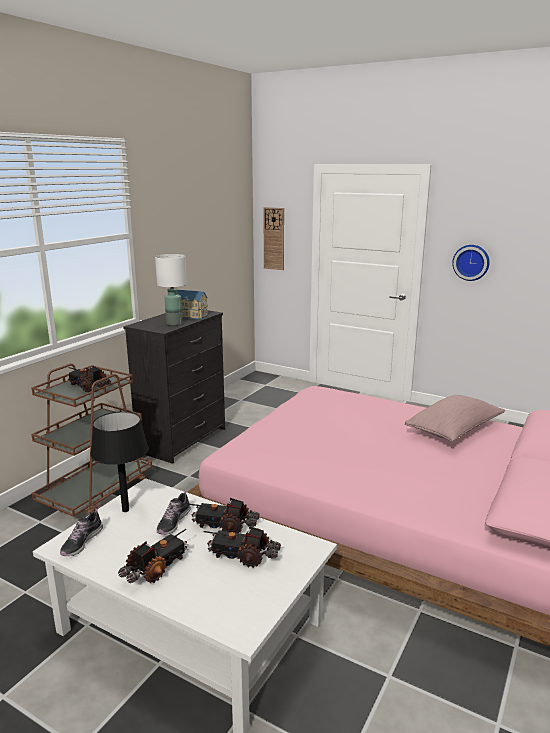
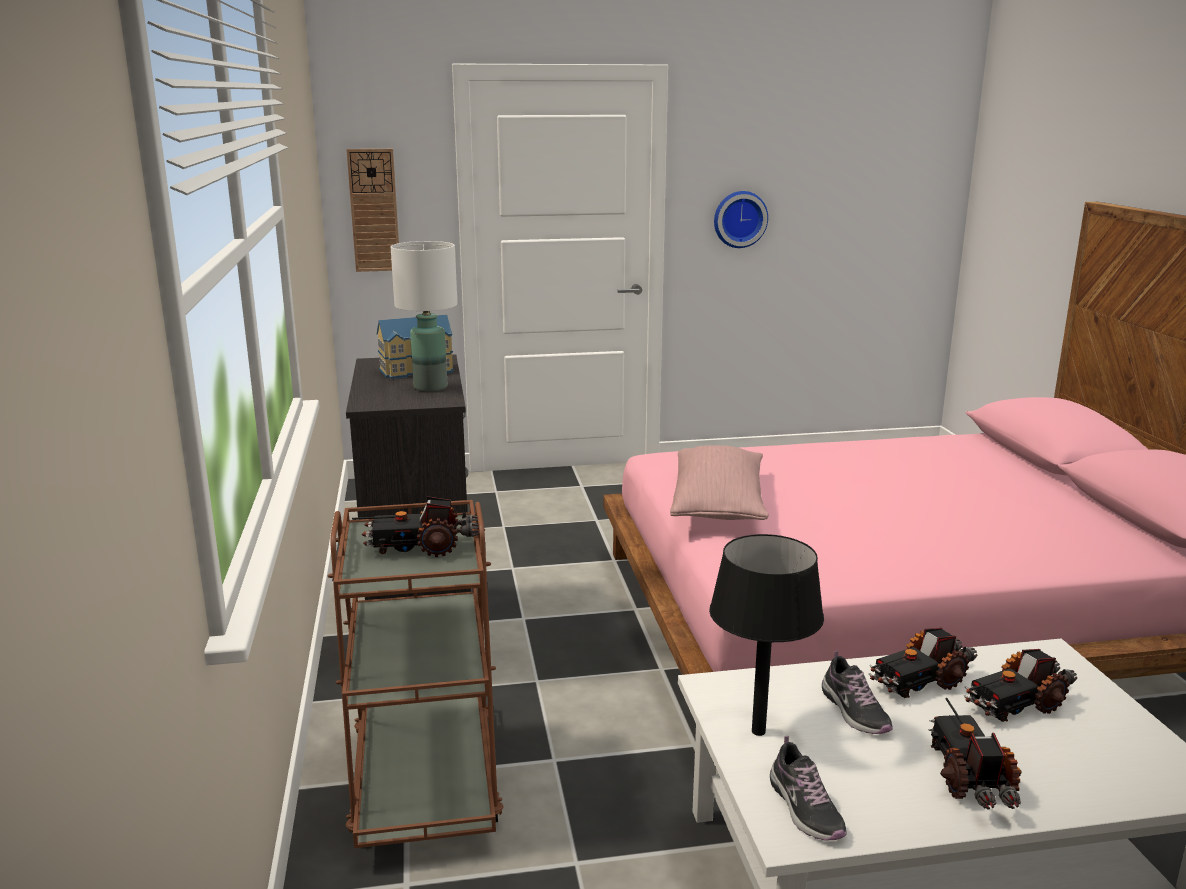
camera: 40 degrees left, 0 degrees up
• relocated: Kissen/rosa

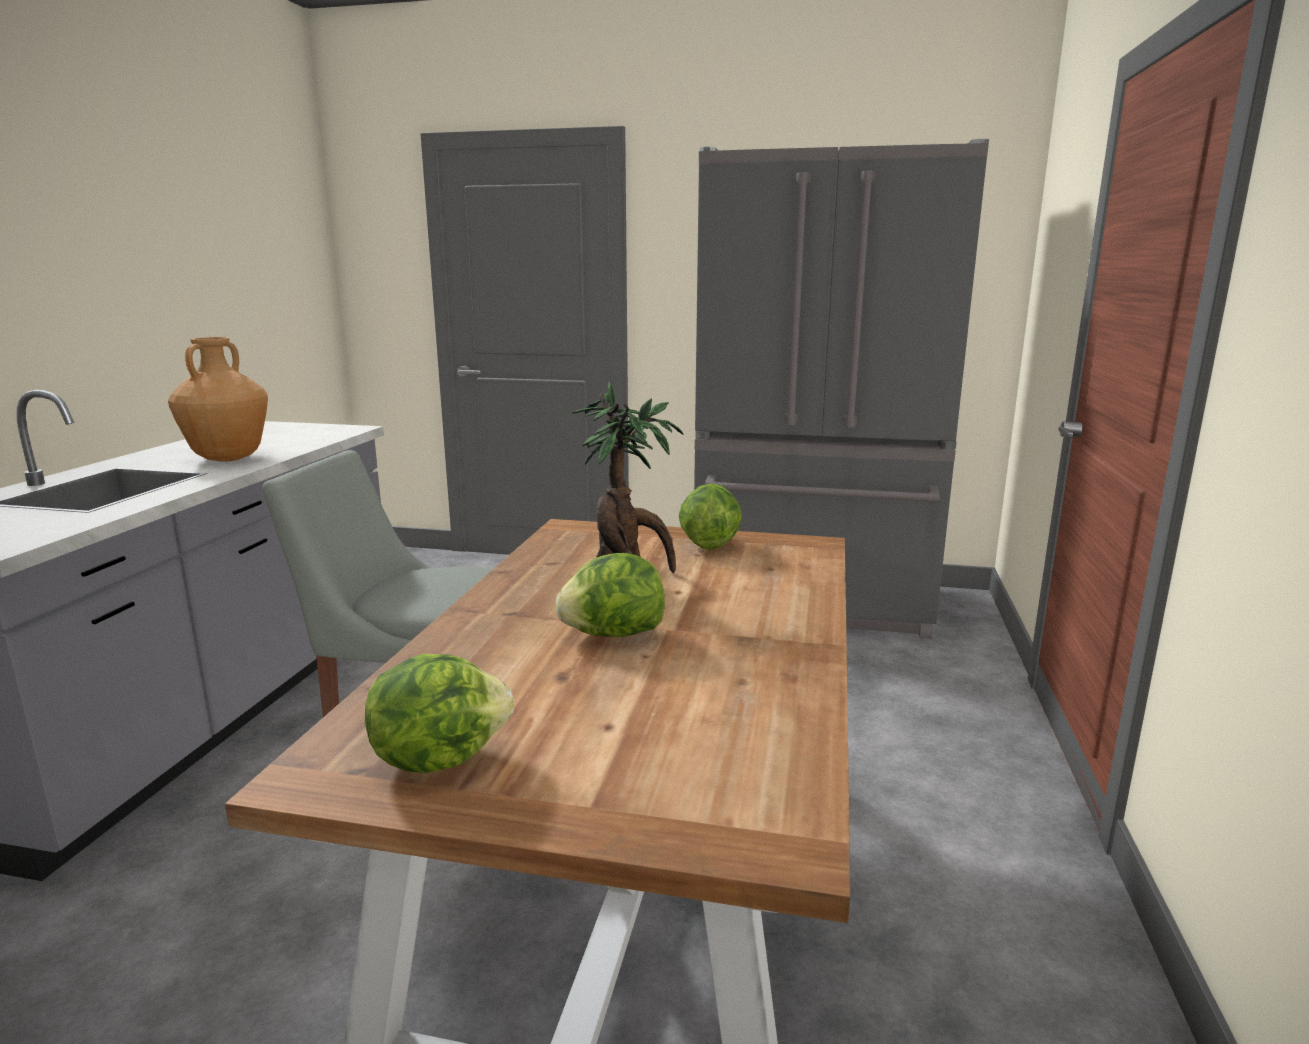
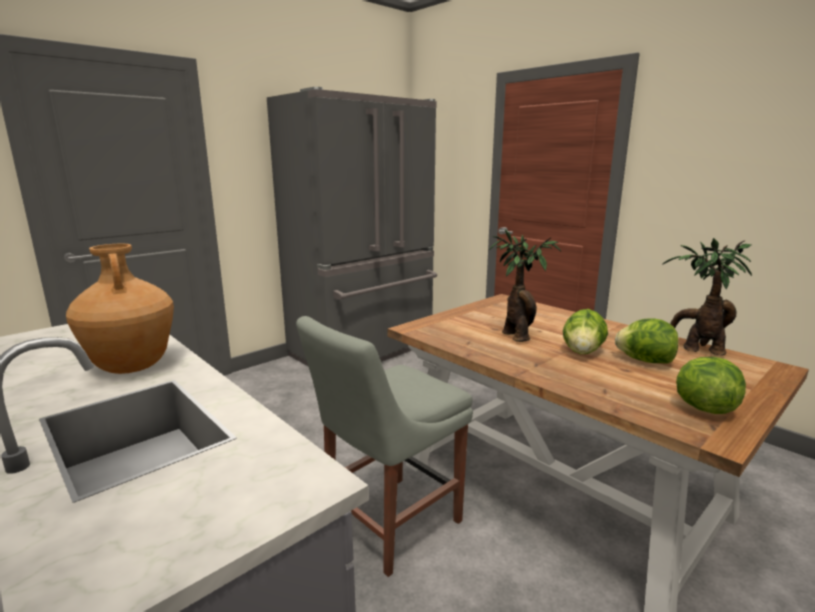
camera: 55 degrees left, 0 degrees up
• relocated: Salatkopf (no. 3 from left in the first image) to Salatkopf (no. 2 from left)
• appeared: Topfpflanze (no. 2 from left)

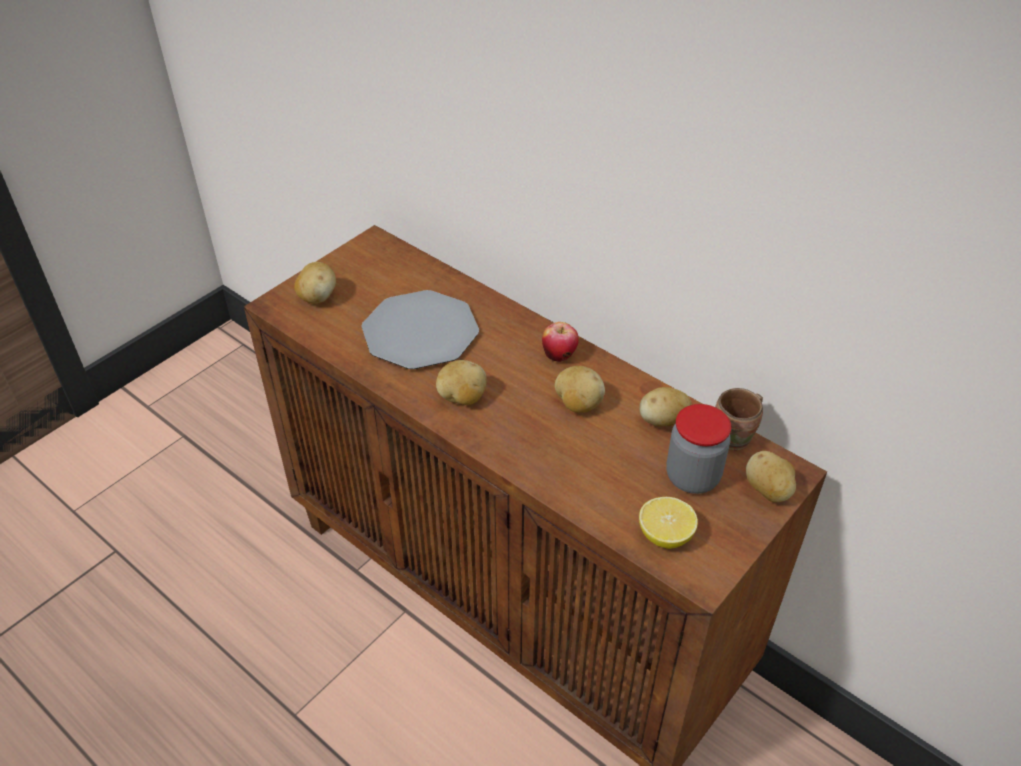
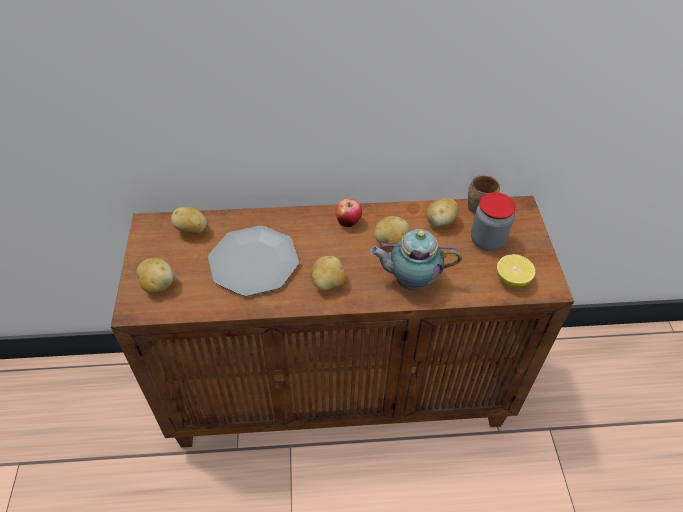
camera: 45 degrees left, 5 degrees up
• relocated: Kartoffel (no. 5 from left in the first image) to Kartoffel (no. 2 from left)
• appeared: Teekanne

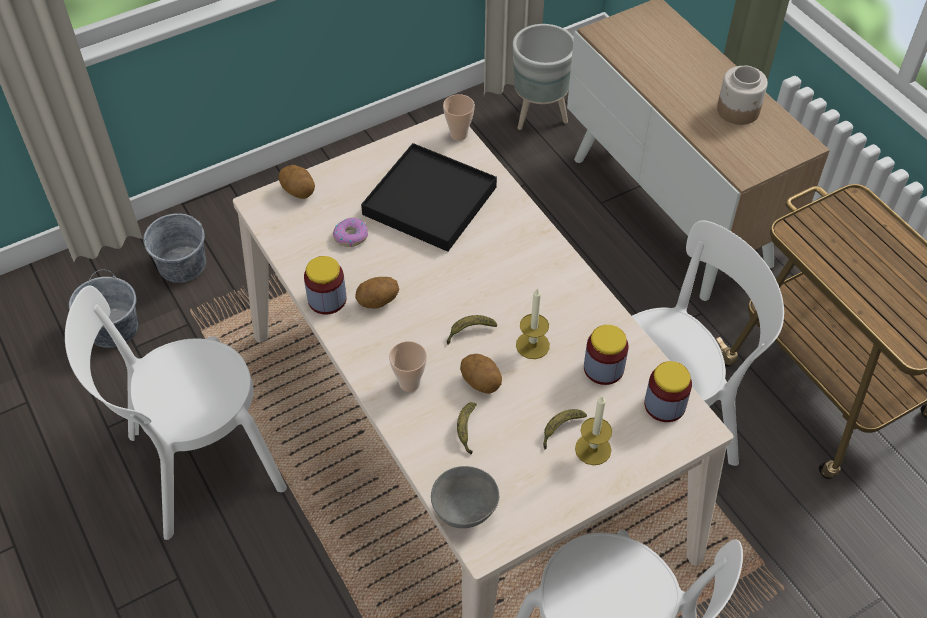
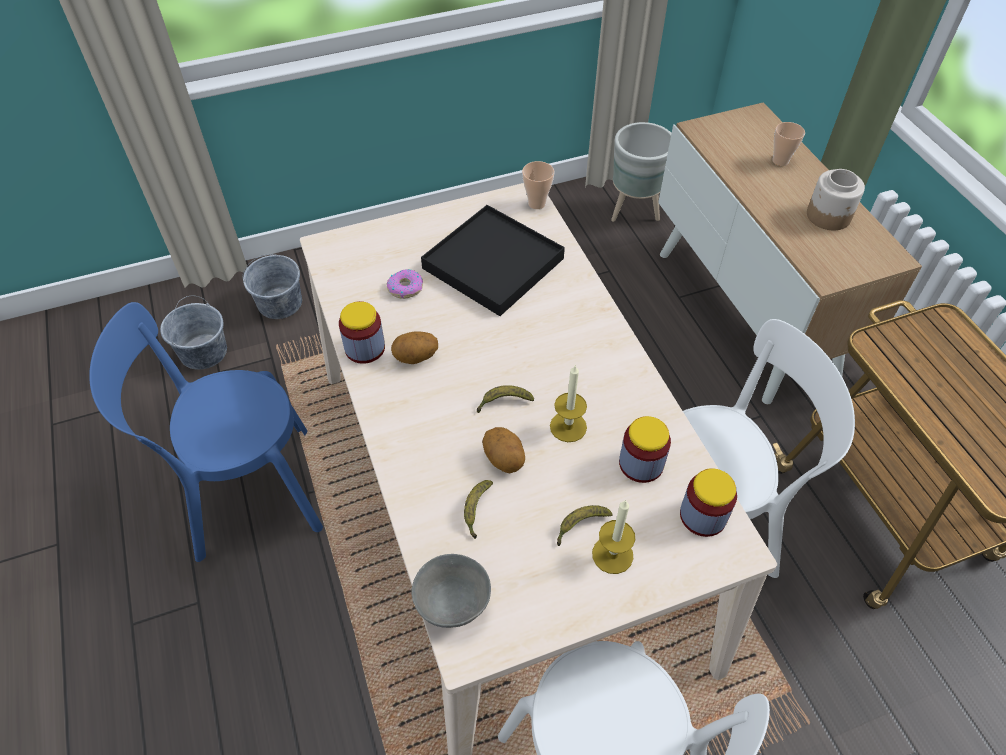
camera: 10 degrees right, 0 degrees up
• colour: Stuhl/weiß (no. 1 from left) to Stuhl/blau
• relocated: Tasse (no. 1 from left in the first image) to Tasse (no. 2 from left)
• missing: Kartoffel (no. 1 from left)

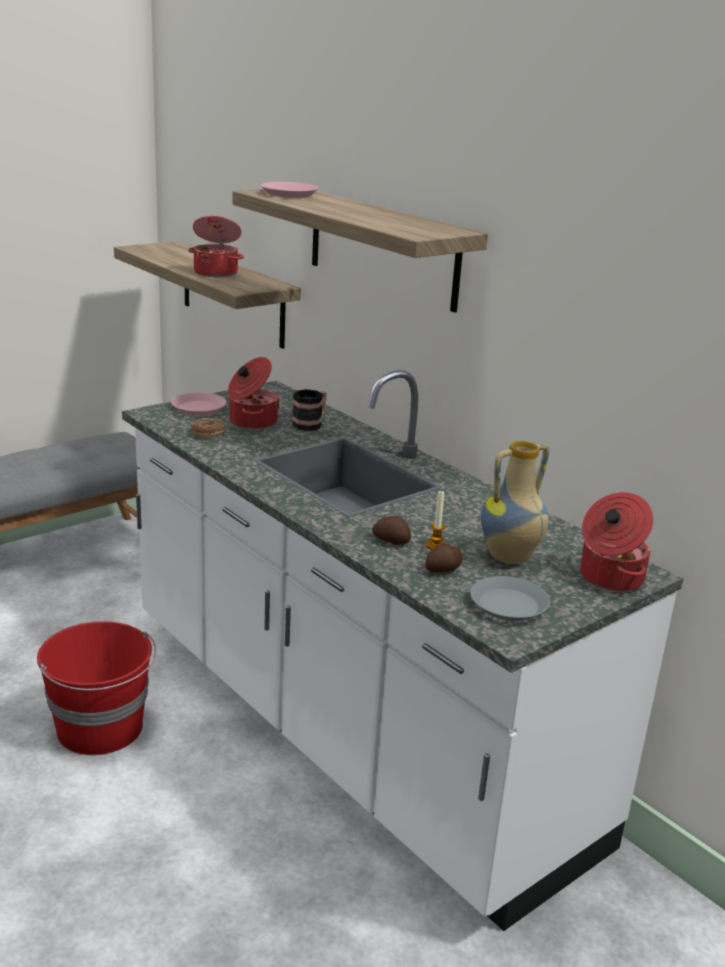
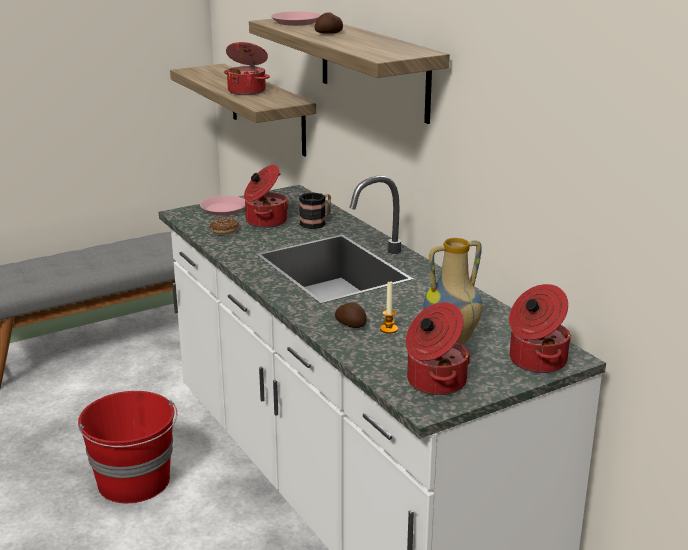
camera: 10 degrees right, 0 degrees up
• relocated: Kartoffel (no. 2 from left in the first image) to Kartoffel (no. 1 from left)
• exchanged: Teller/grau to Kochtopf (no. 3 from left)

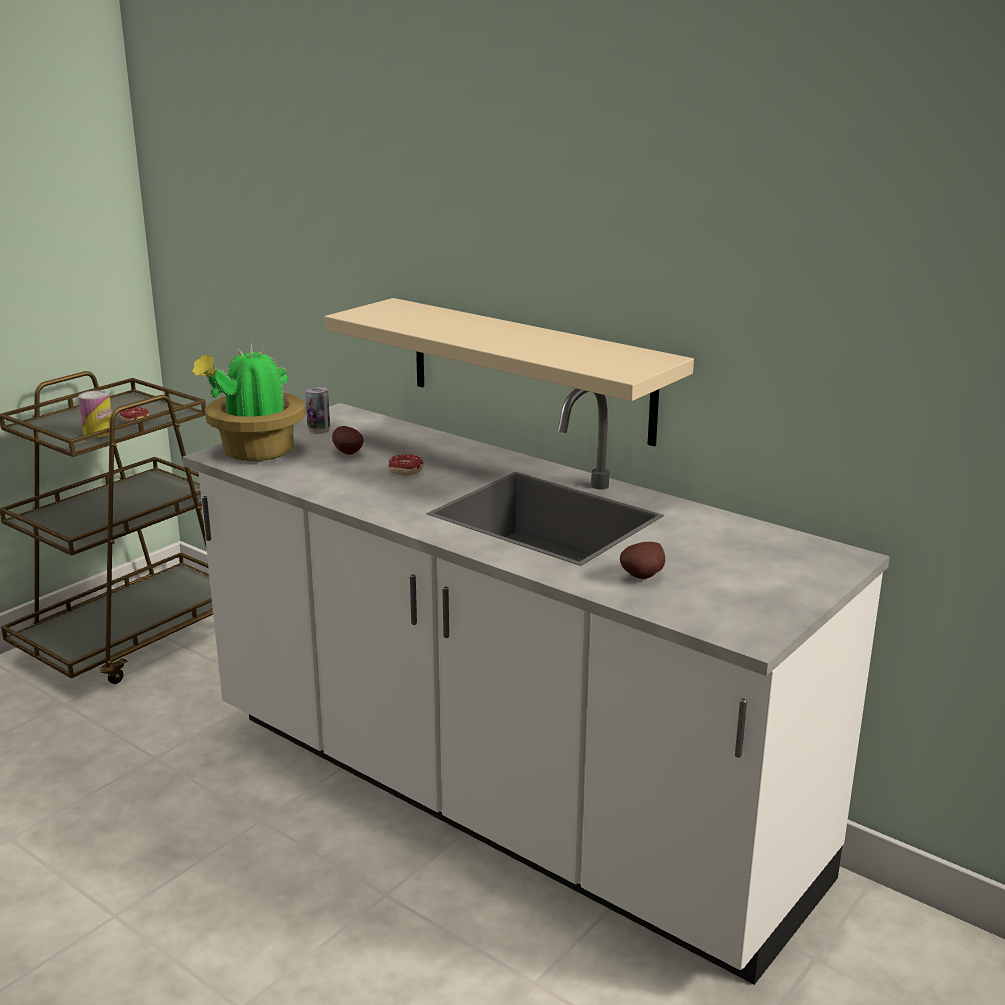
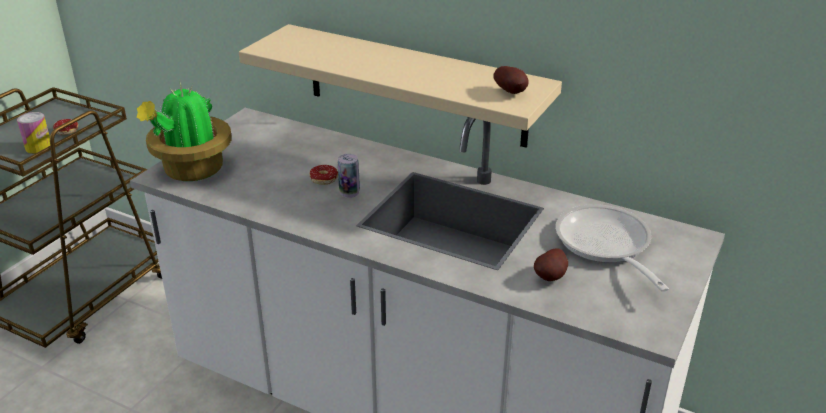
camera: 10 degrees left, 10 degrees up
• relocated: Dose (no. 2 from left)
• relocated: Kartoffel (no. 1 from left)
• appeared: Pfanne

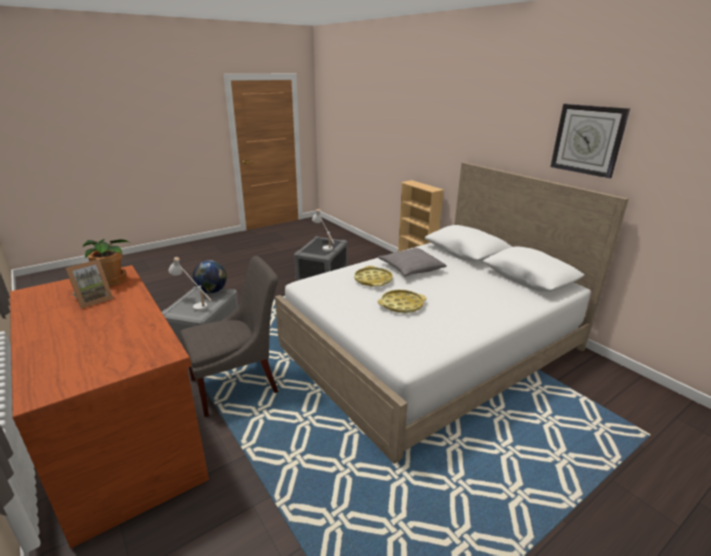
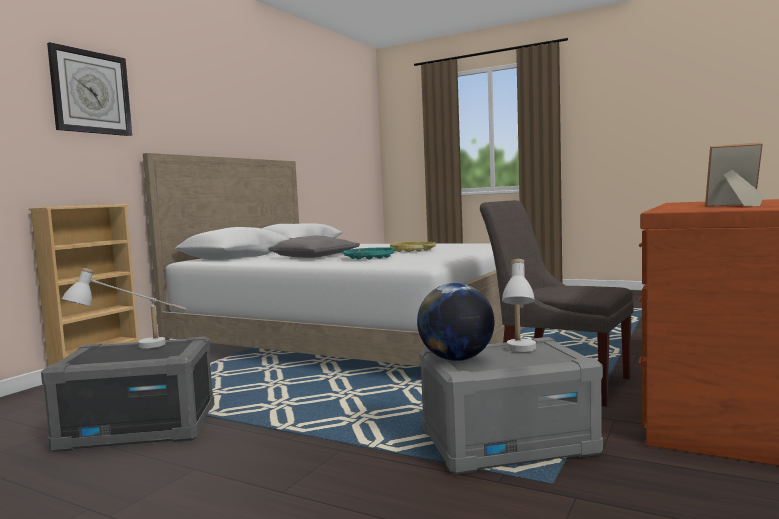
camera: 115 degrees left, 20 degrees down
• relocated: Wanduhr
• colour: Tablett/gelb (no. 1 from left) to Tablett/türkis
• missing: Topfpflanze

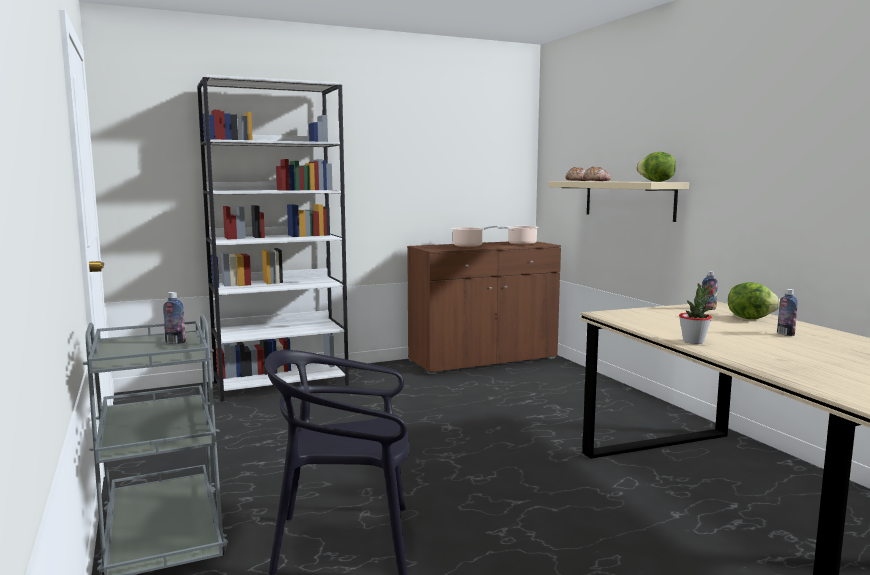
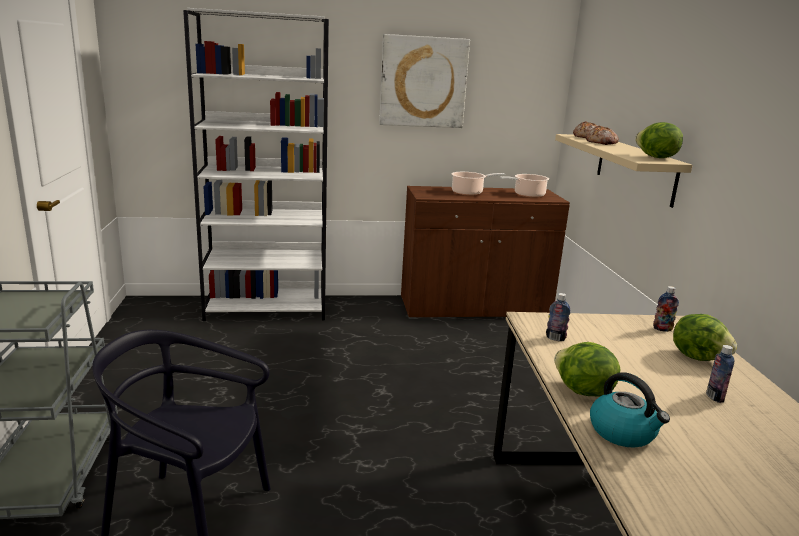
camera: 15 degrees right, 10 degrees up
• appeared: Bild
• relocated: Flasche (no. 1 from left)
• exchanged: Topfpflanze to Salatkopf (no. 1 from left)
• appeared: Wasserkessel

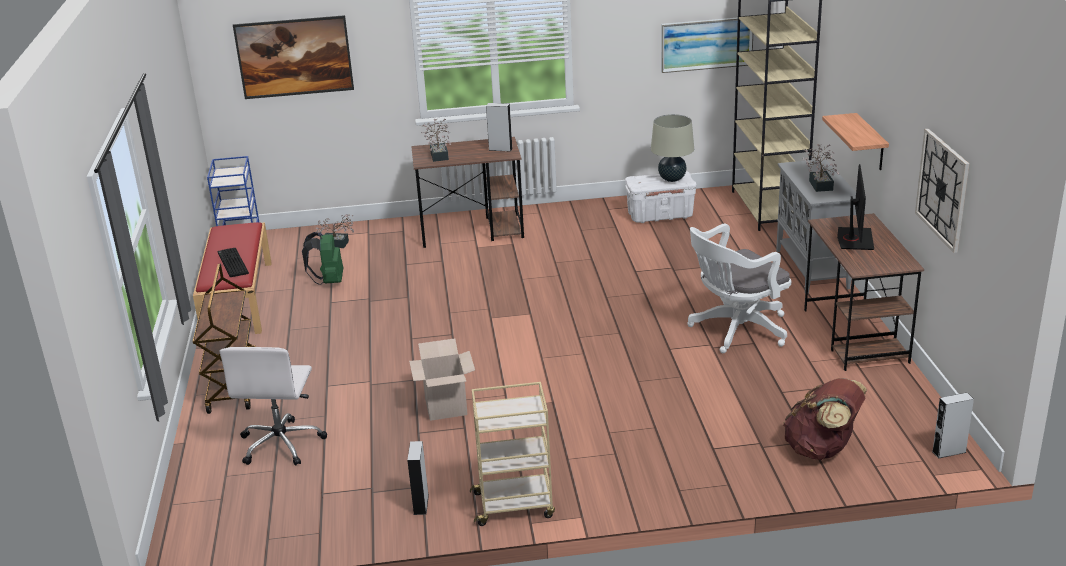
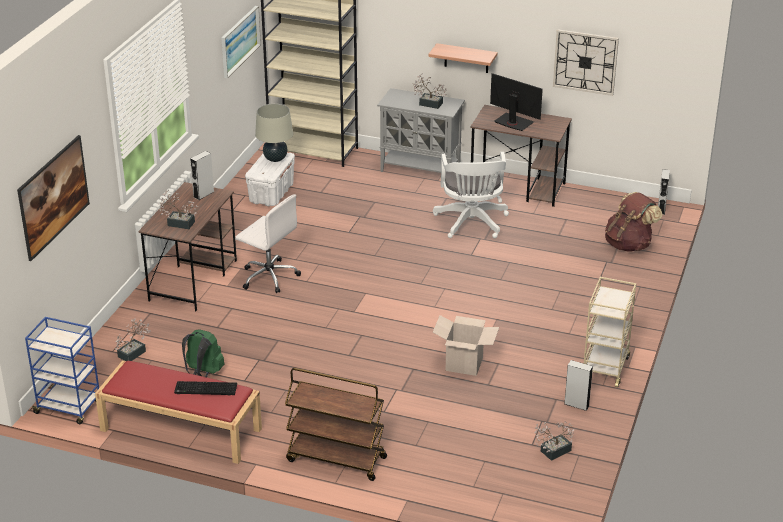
camera: 65 degrees left, 5 degrees up
• relocated: Bürostuhl/weiß (no. 1 from left)
• appeared: Topfpflanze (no. 4 from left)

